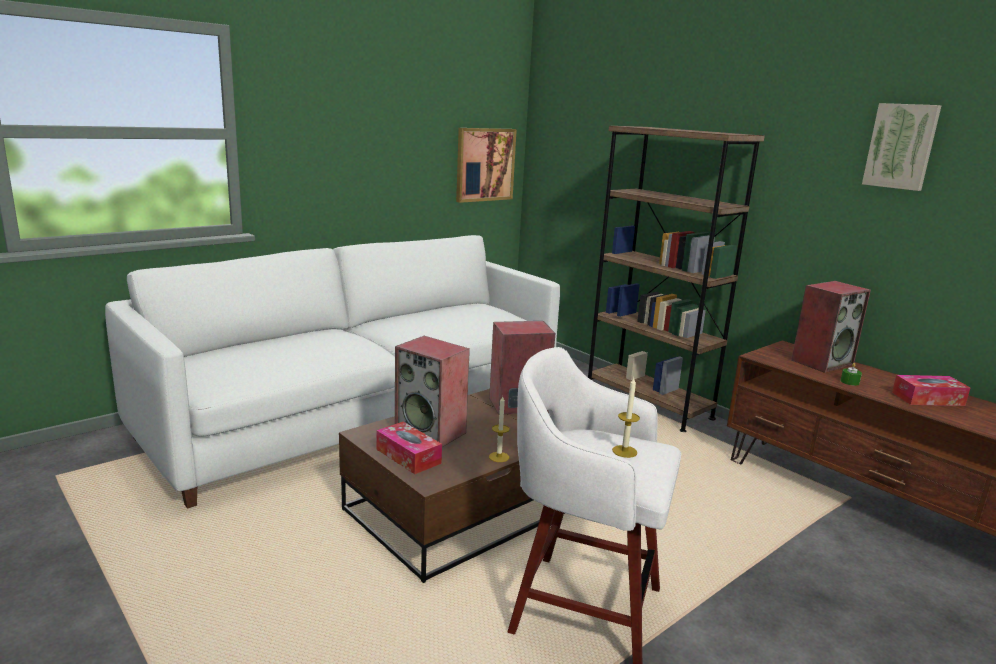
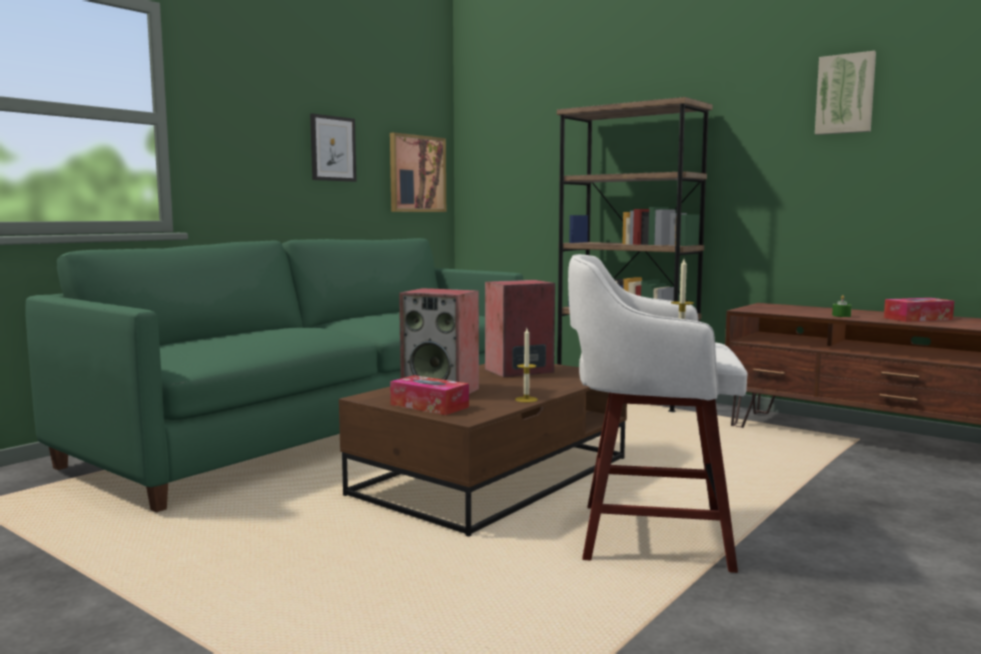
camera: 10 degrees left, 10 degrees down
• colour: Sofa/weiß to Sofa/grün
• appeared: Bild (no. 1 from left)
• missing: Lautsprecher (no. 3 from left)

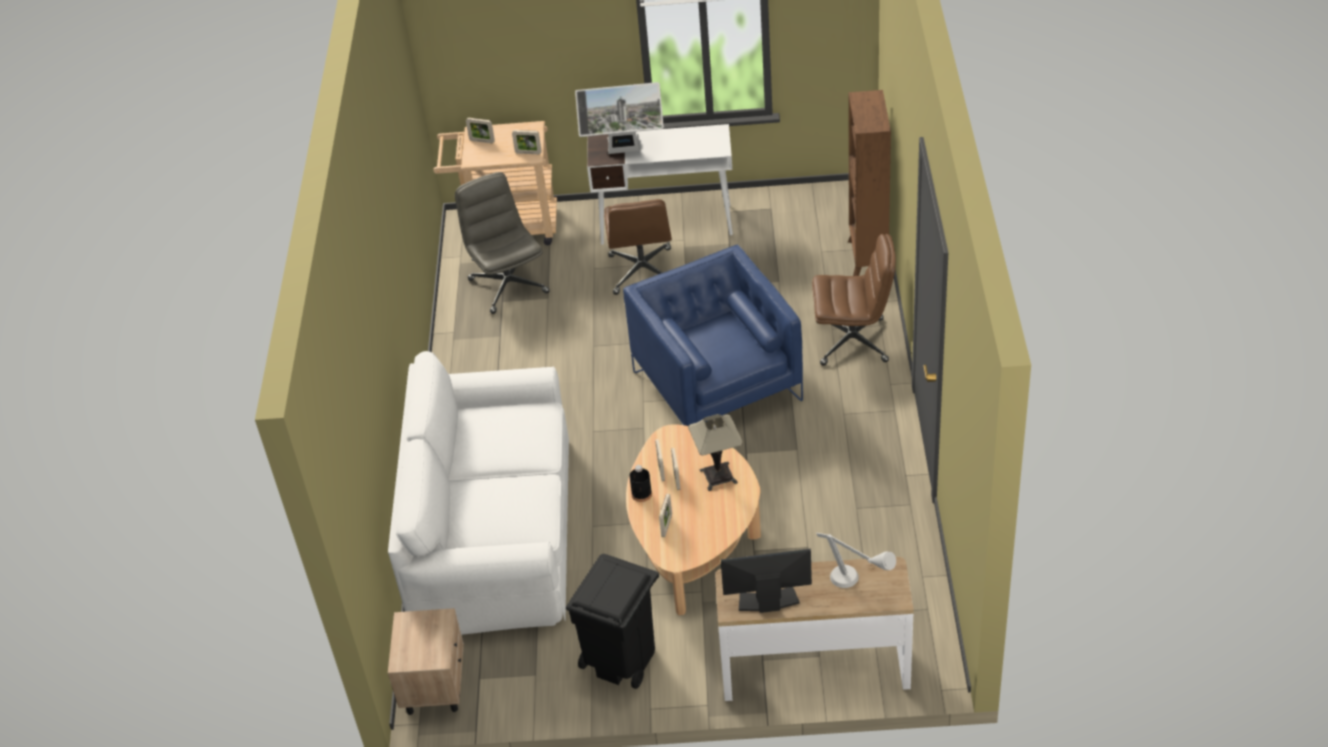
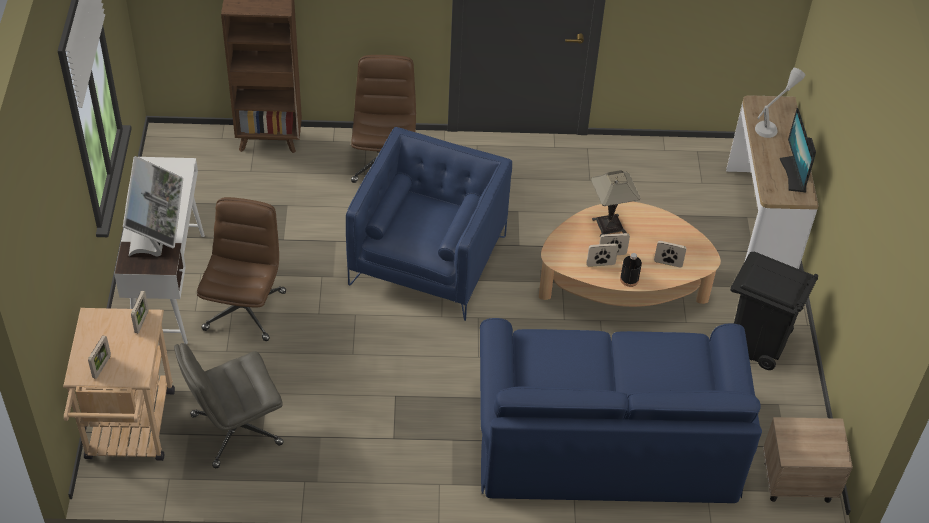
camera: 95 degrees left, 5 degrees up
• spun: Bürostuhl/braun (no. 1 from left) 75 degrees counterclockwise
• spun: Sessel/blau 135 degrees clockwise
• colour: Sofa/weiß to Sofa/blau

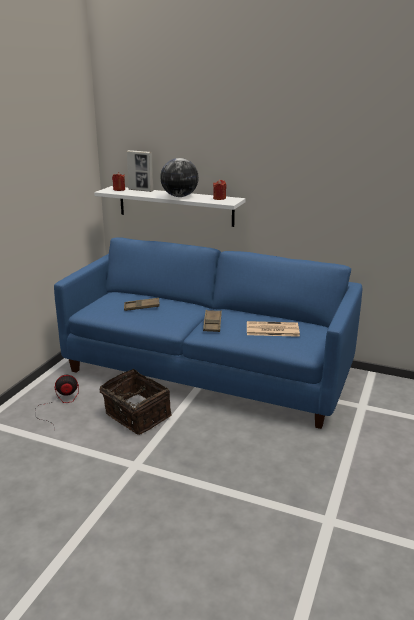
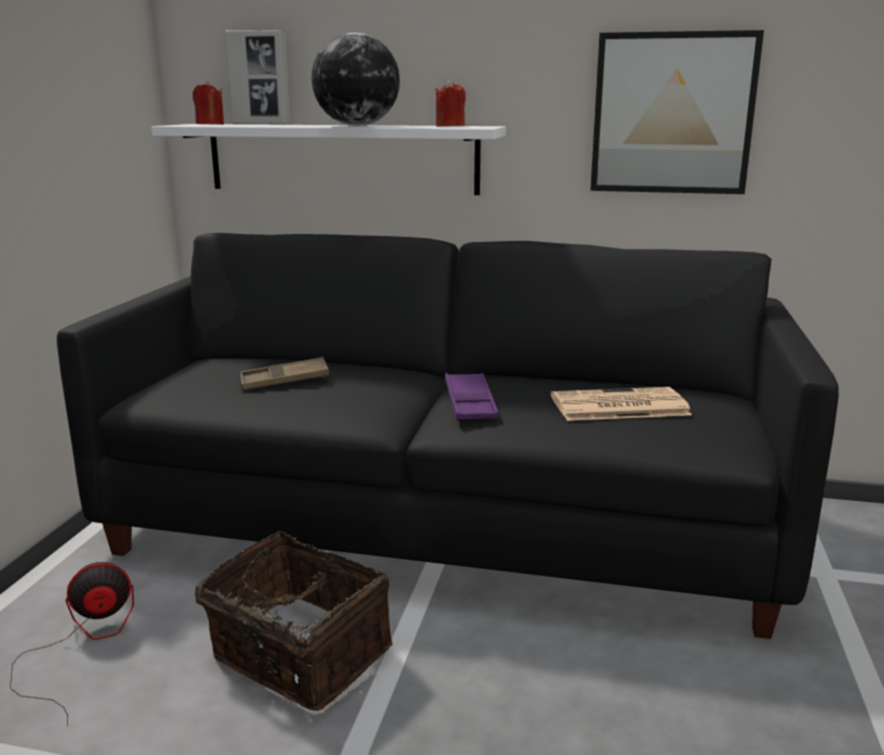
camera: 10 degrees left, 5 degrees down
• colour: Sofa/blau to Sofa/schwarz
• colour: Tablett/braun (no. 2 from left) to Tablett/lila
• appeared: Bild

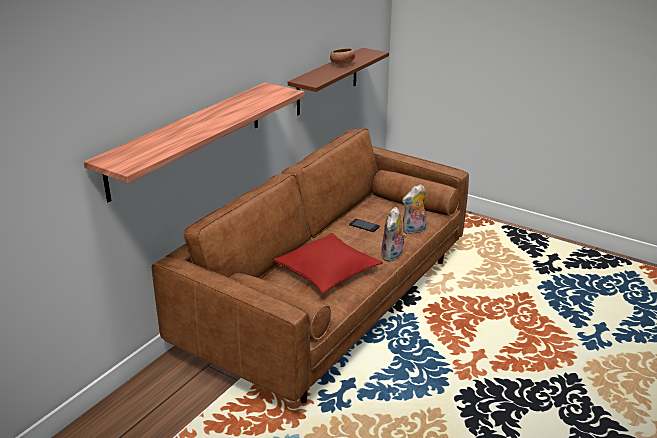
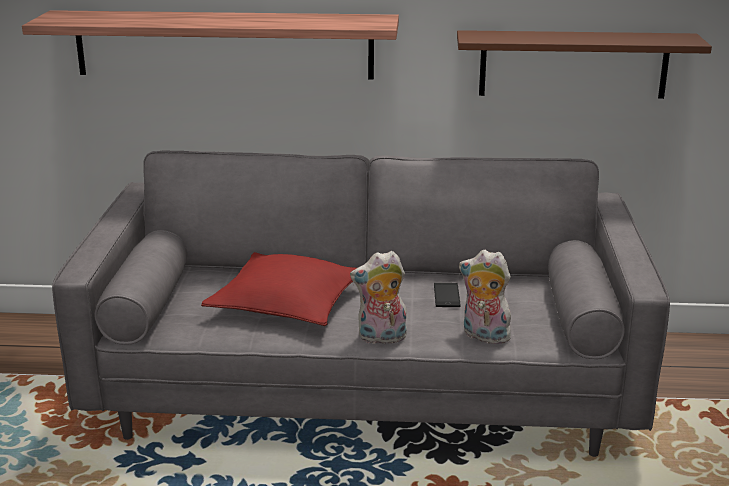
camera: 60 degrees right, 5 degrees down
• colour: Sofa/braun to Sofa/grau
• missing: Schüssel

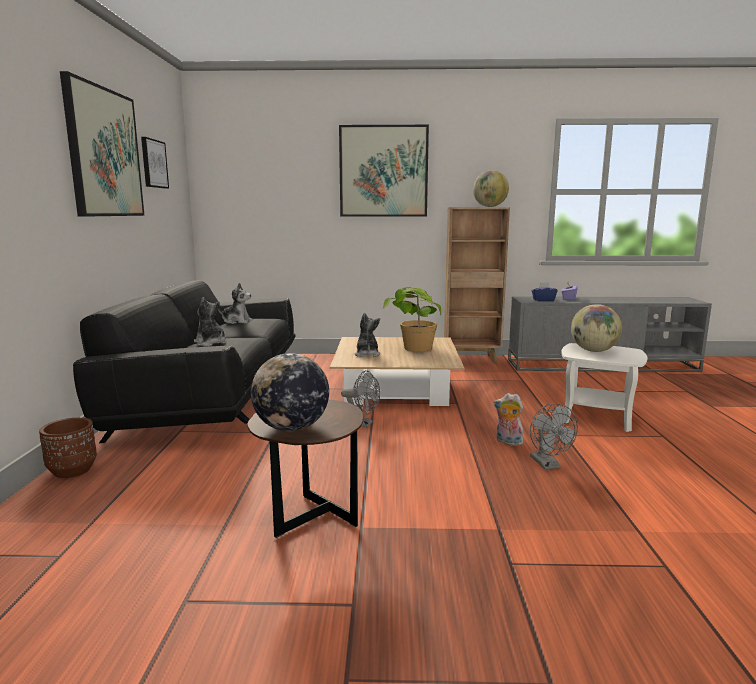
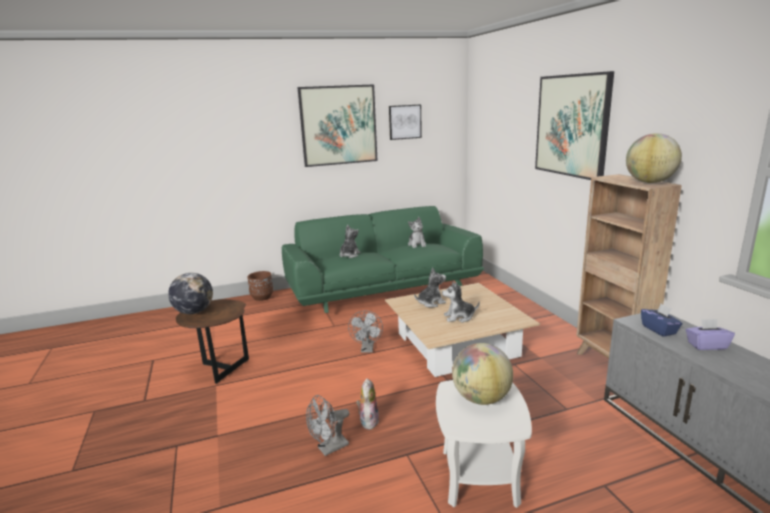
camera: 70 degrees right, 5 degrees up
• colour: Sofa/schwarz to Sofa/grün
• exchanged: Topfpflanze to Plüschtier (no. 5 from left)

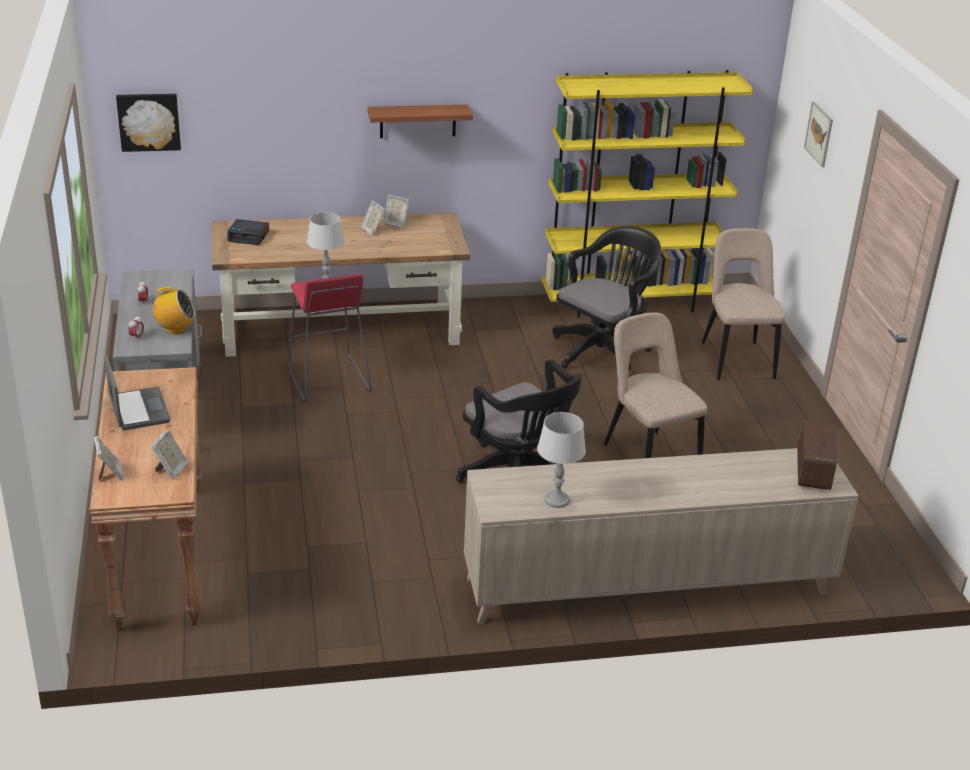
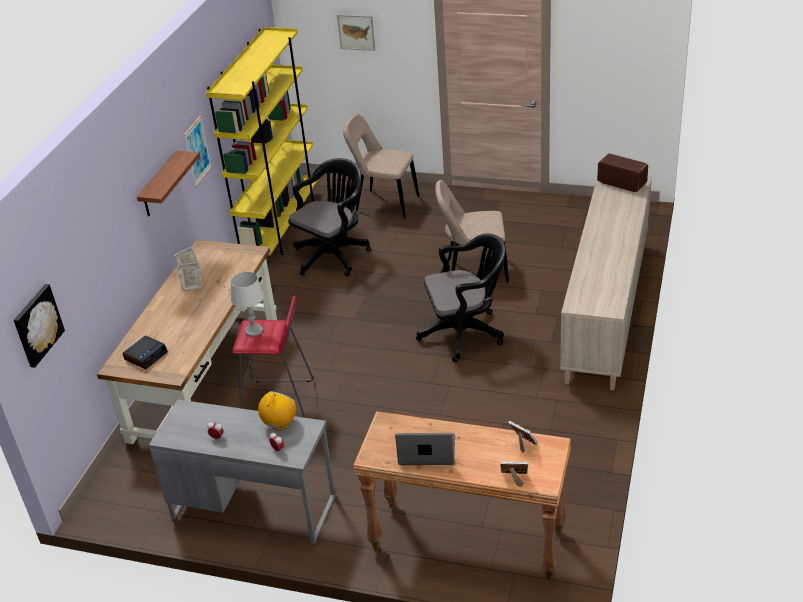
camera: 60 degrees left, 5 degrees up
• appeared: Bild (no. 2 from left)
• spun: Bürostuhl/schwarz (no. 2 from left in the first image) 60 degrees clockwise
• missing: Tischlampe/grau (no. 2 from left)

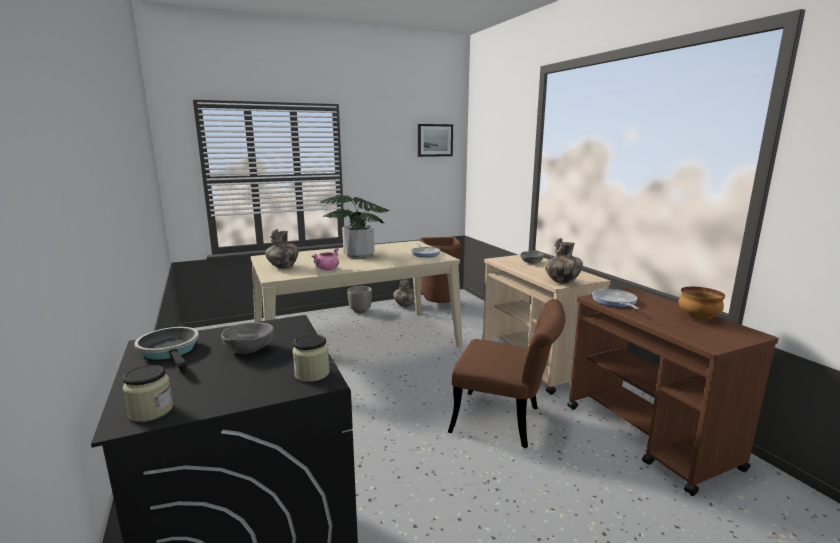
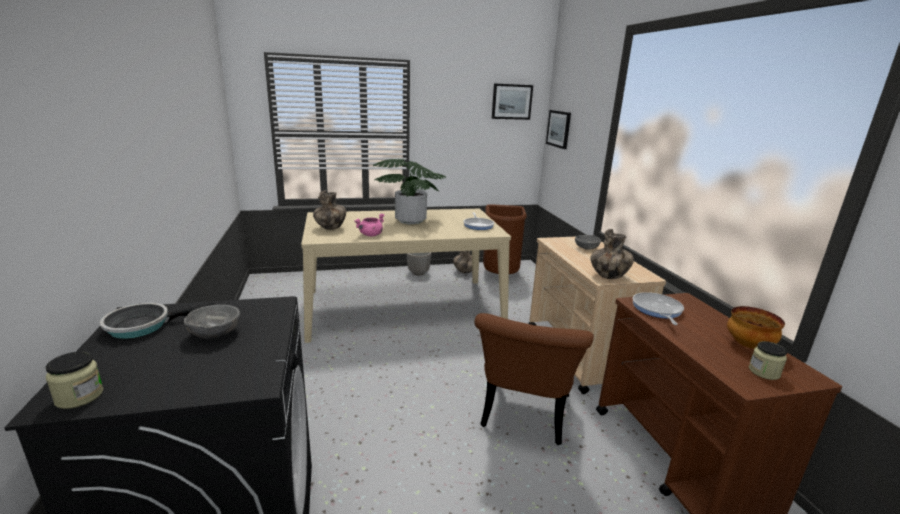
camera: 10 degrees right, 5 degrees up
• spun: Pfanne (no. 1 from left) 90 degrees counterclockwise
• spun: Stuhl/braun 75 degrees clockwise
• appeared: Bild (no. 2 from left)
• relocated: Vorratsglas (no. 2 from left)

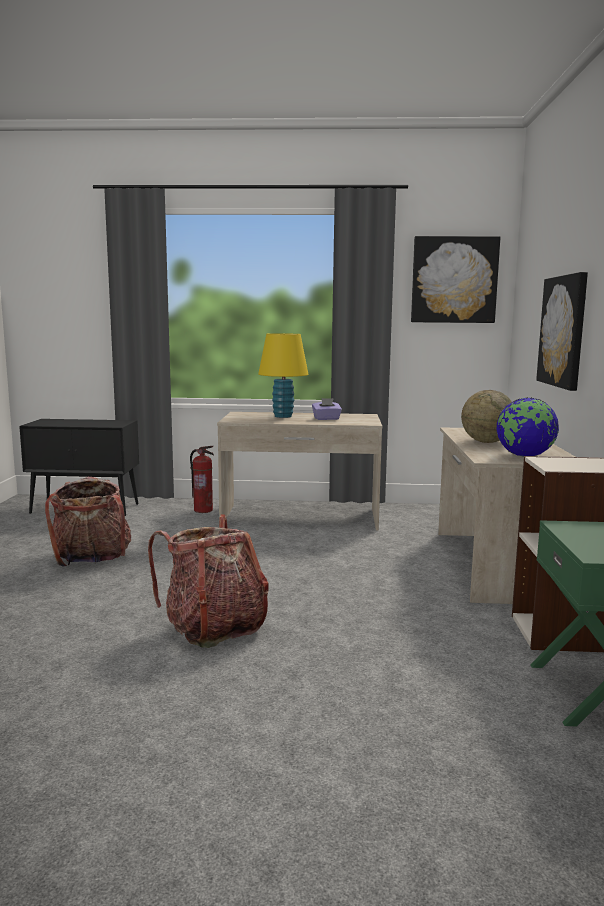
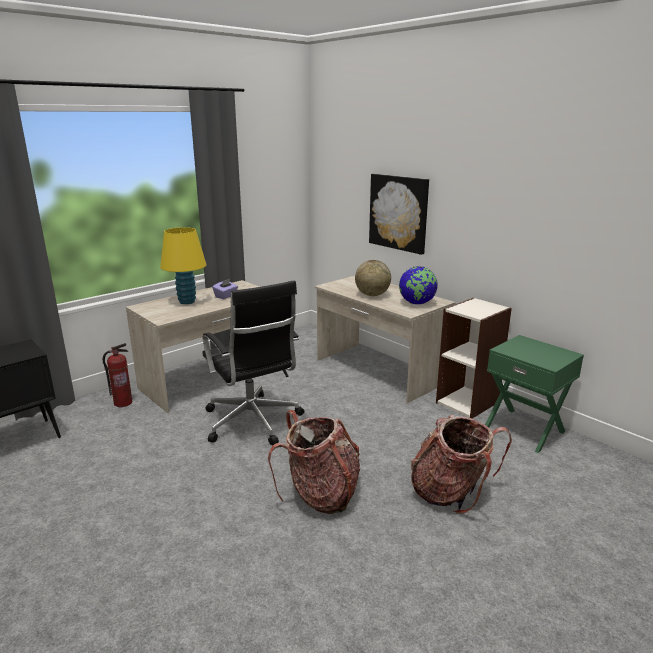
camera: 45 degrees left, 10 degrees up
• appeared: Bürostuhl/schwarz
• relocated: Rucksack (no. 1 from left in the first image) to Rucksack (no. 2 from left)
• missing: Bild (no. 1 from left)

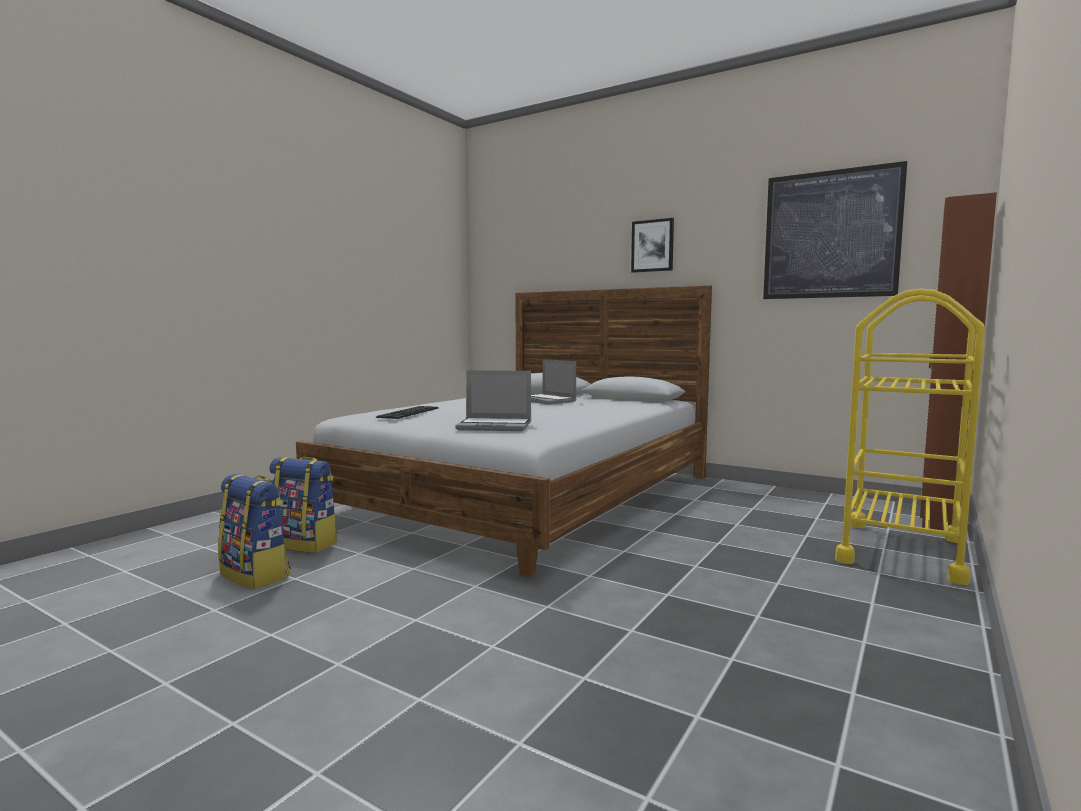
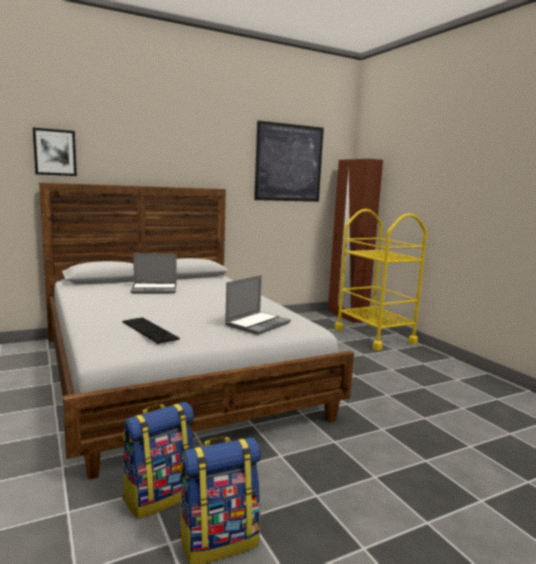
camera: 60 degrees left, 5 degrees up
• relocated: Bild (no. 1 from left)

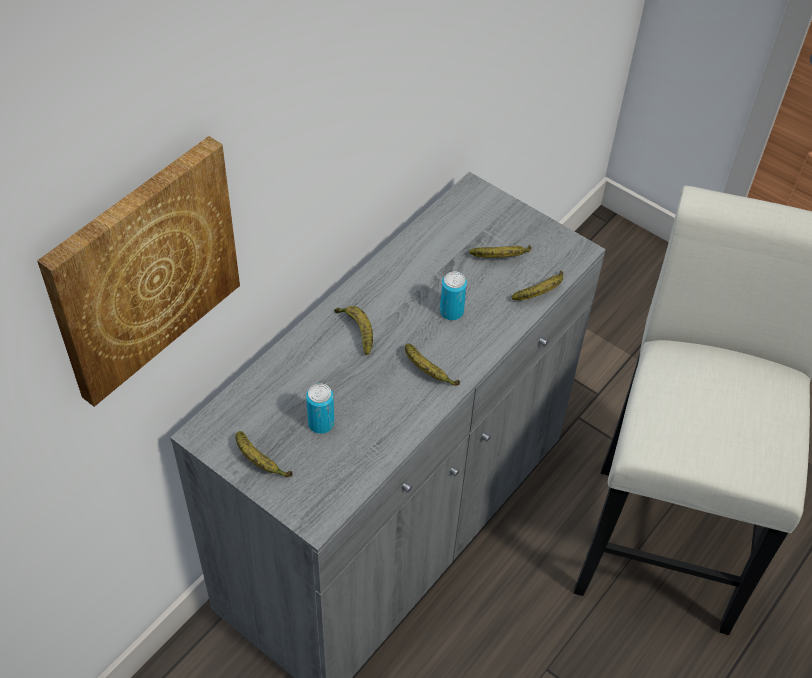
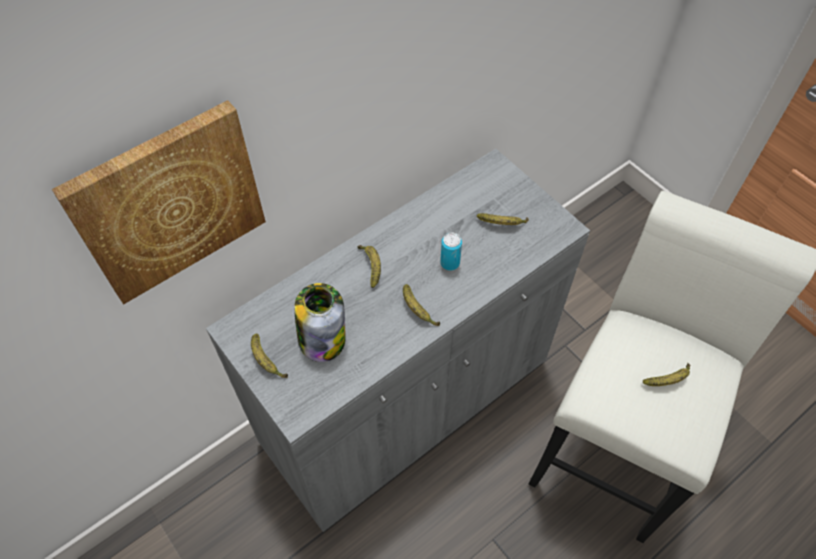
camera: 15 degrees right, 5 degrees up
• exchanged: Dose (no. 1 from left) to Vorratsglas
• relocated: Banane (no. 5 from left)

